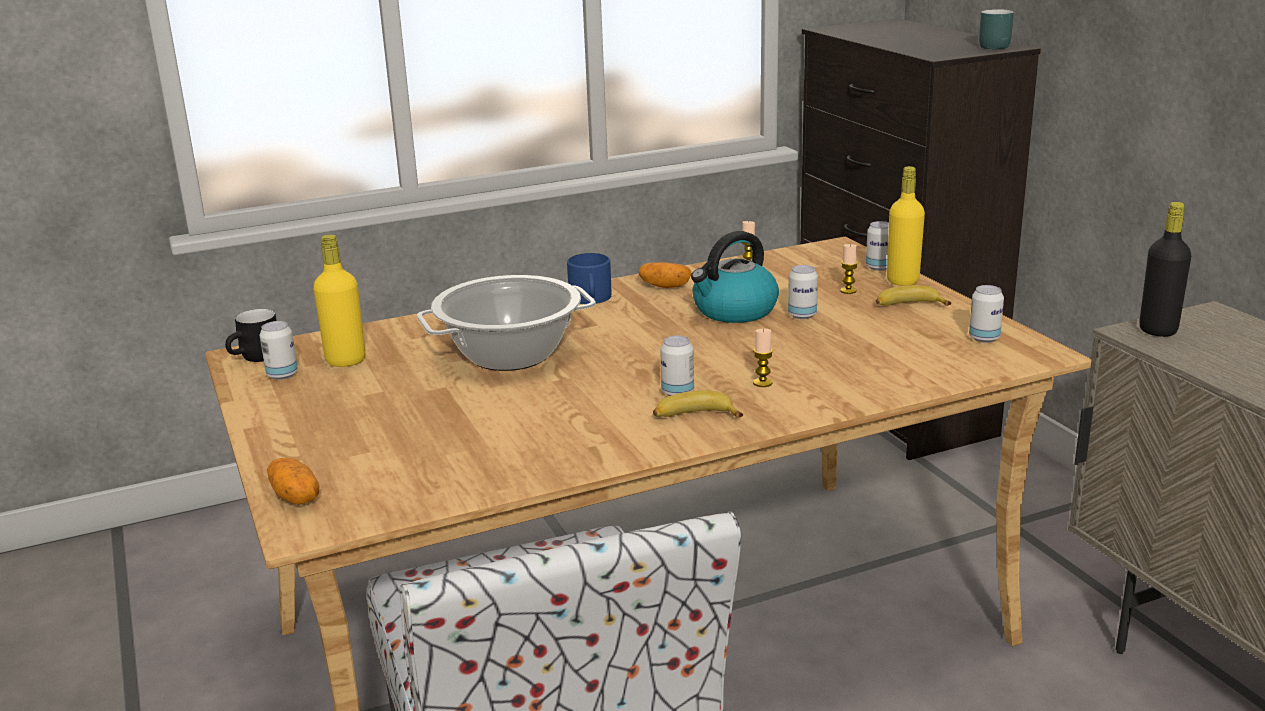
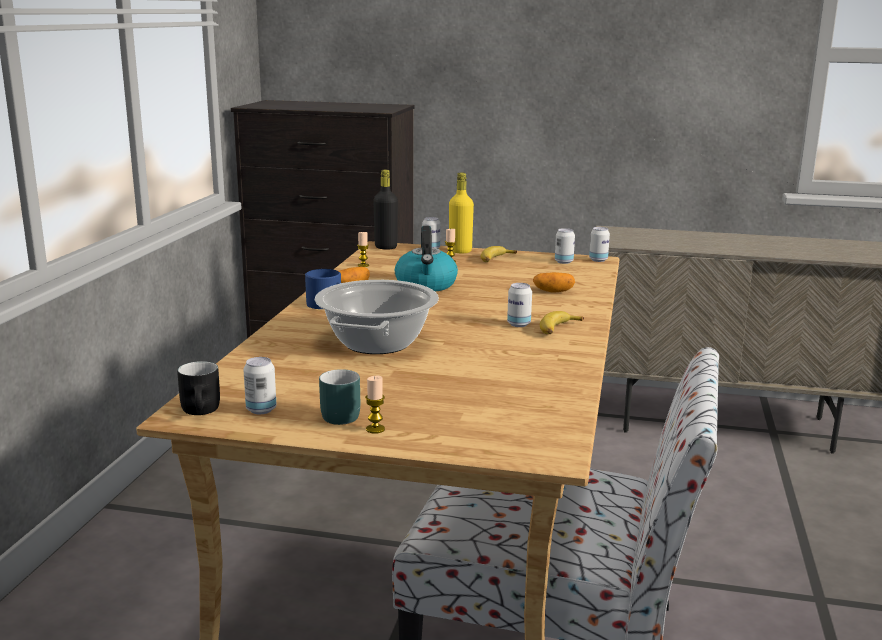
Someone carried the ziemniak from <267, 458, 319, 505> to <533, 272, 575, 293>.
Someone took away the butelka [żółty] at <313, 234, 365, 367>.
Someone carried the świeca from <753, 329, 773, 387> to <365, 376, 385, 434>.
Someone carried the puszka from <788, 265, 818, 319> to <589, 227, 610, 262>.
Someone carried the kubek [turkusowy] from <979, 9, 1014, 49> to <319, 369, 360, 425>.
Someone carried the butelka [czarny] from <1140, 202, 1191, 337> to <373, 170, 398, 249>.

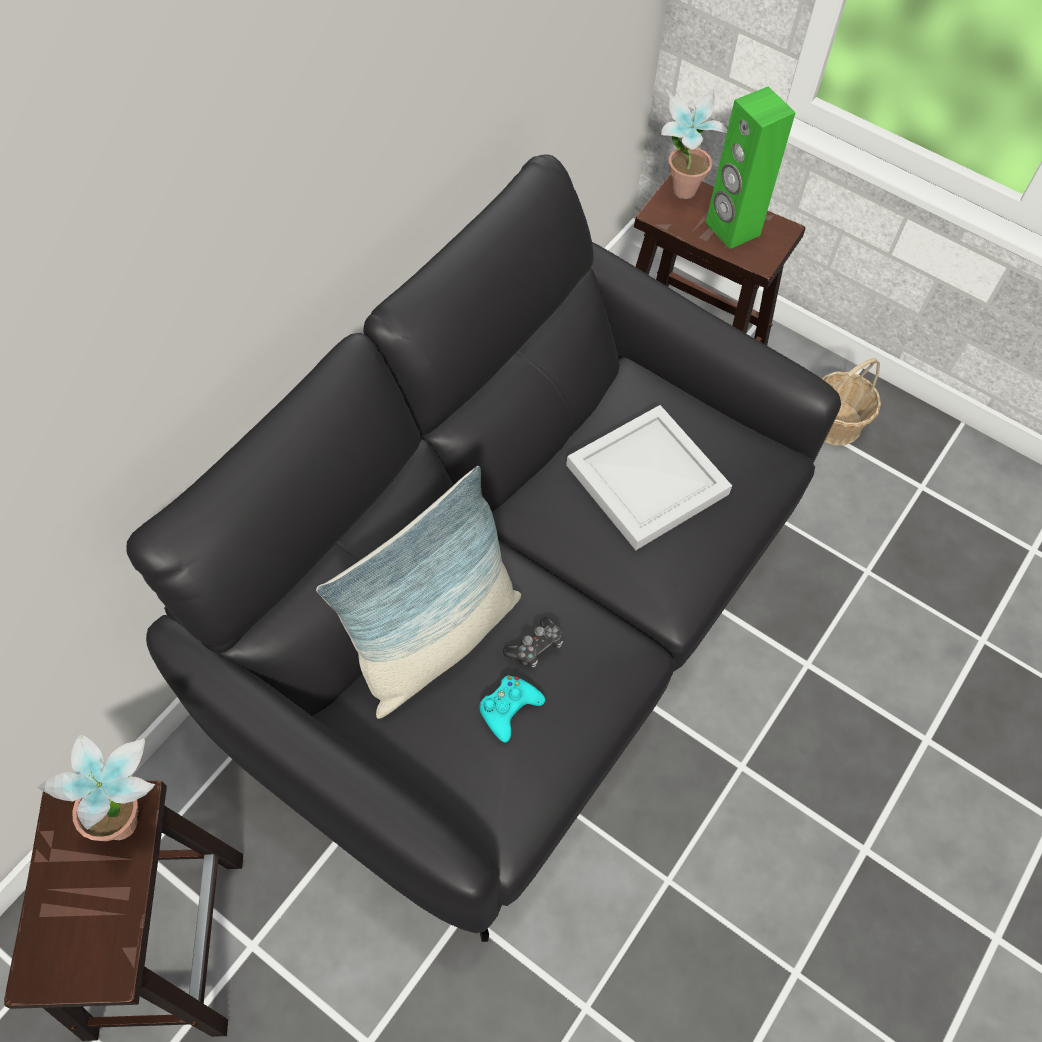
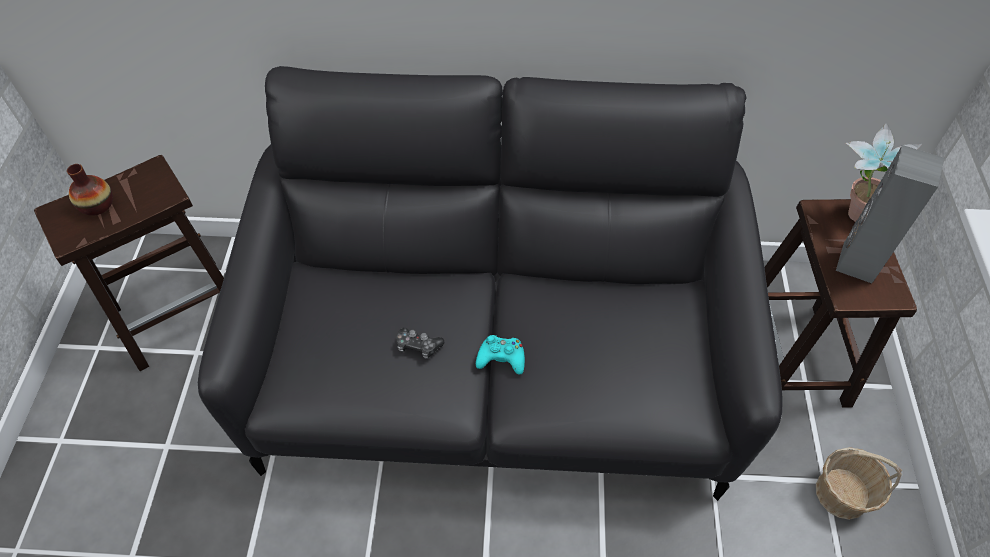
Someone took away the roślina doniczkowa at <37, 735, 155, 841>.
Someone took away the poduszka at <316, 466, 521, 719>.
Someone carried the pad do gier [turkusowy] from <479, 675, 545, 743> to <476, 335, 525, 375>.
Someone took away the taca [biały] at <566, 405, 732, 550>.
Someone repainted the głośnik [zielony] at <706, 86, 796, 249>, which became the głośnik [szary] at <836, 145, 944, 283>.
Someone put down the wazon at <67, 164, 113, 216>.

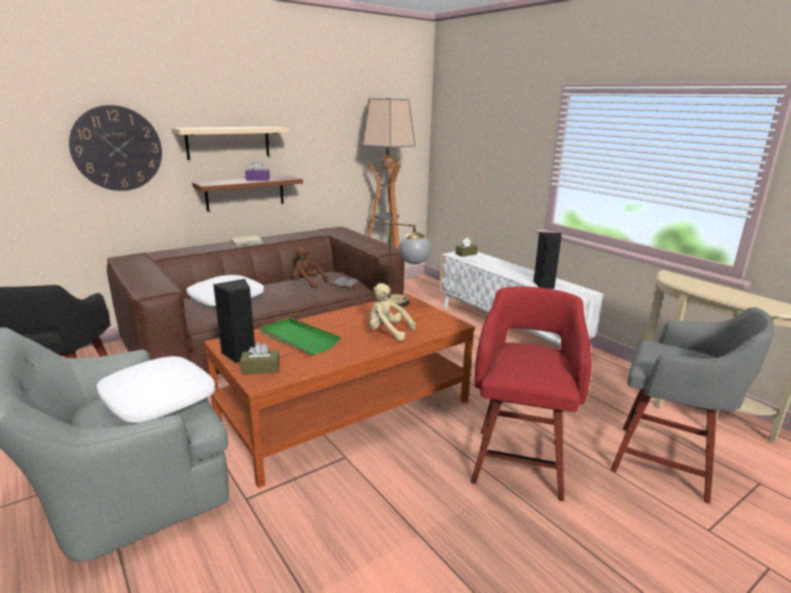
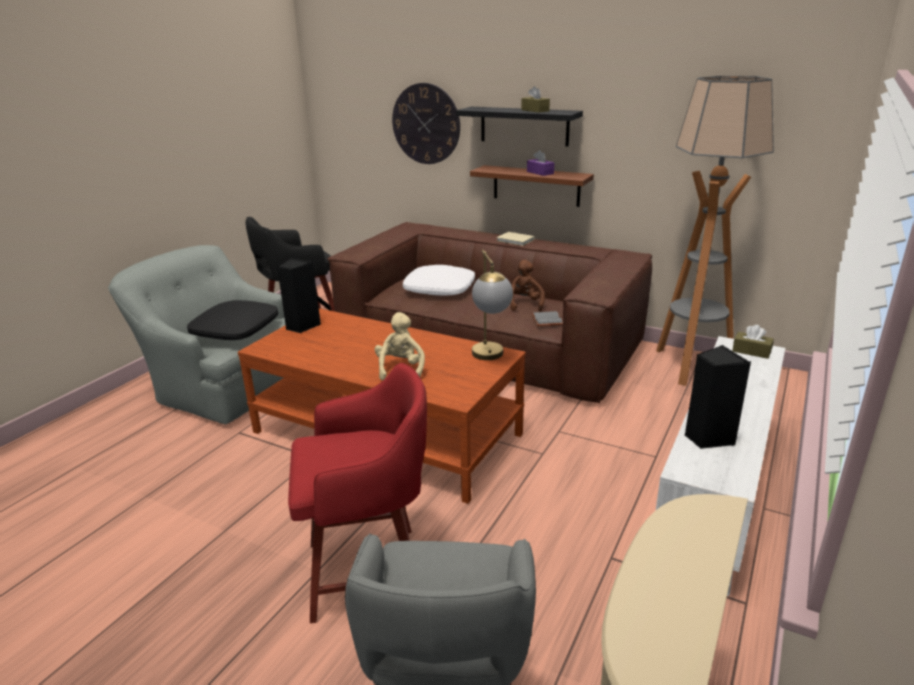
Someone repainted the poduszka [biały] at <97, 356, 215, 423>, which became the poduszka [czarny] at <187, 300, 278, 340>.
Someone repainted the półka [beżowy] at <171, 126, 289, 160>, which became the półka [czarny] at <456, 107, 583, 147>.
Someone carried the pudełko chusteczek [brązowy] from <240, 342, 279, 375> to <521, 86, 550, 113>.
Someone took away the taca [zielony] at <260, 317, 341, 355>.

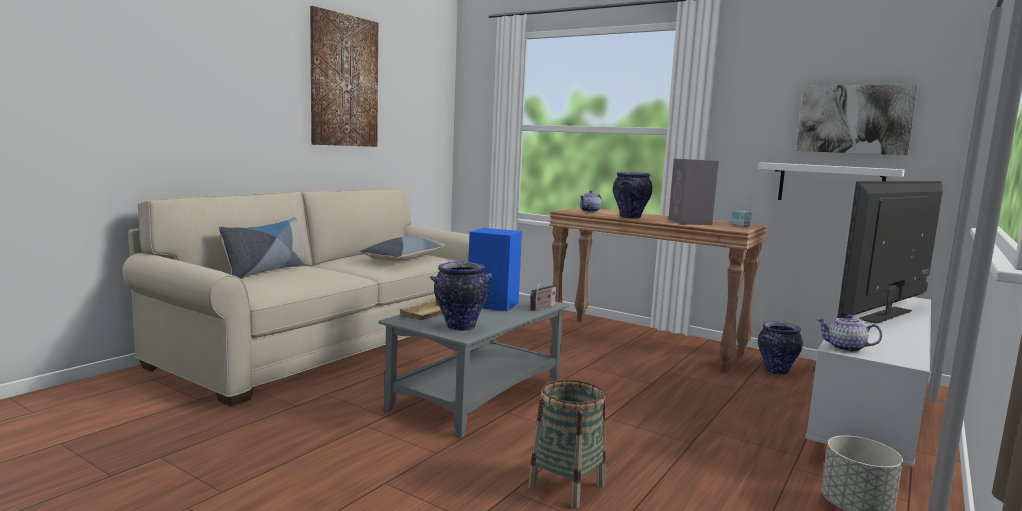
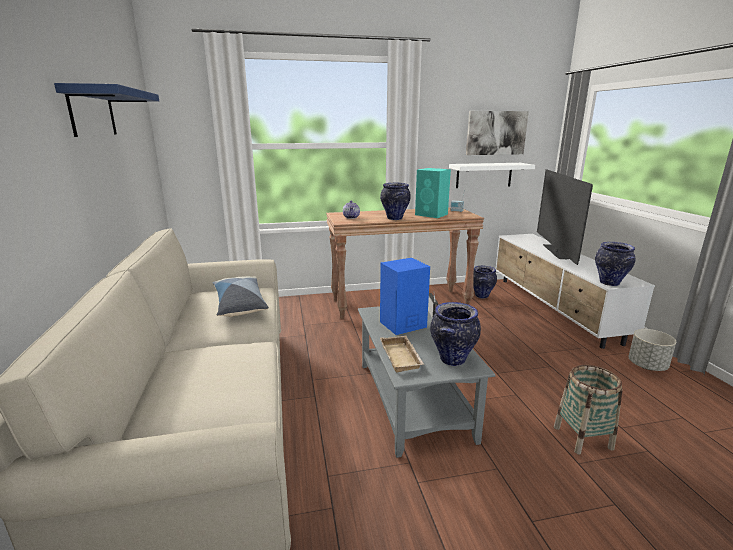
Someone took away the poduszka at <219, 217, 310, 279>.
Someone swapped the obraz at <310, 6, 378, 147> for the półka [niebieski] at <54, 83, 159, 137>.
Someone repainted the głośnik [szary] at <668, 159, 719, 225>, which became the głośnik [turkusowy] at <415, 168, 451, 218>.
Someone swapped the imbryk at <817, 314, 882, 352> for the wazon at <595, 242, 635, 286>.

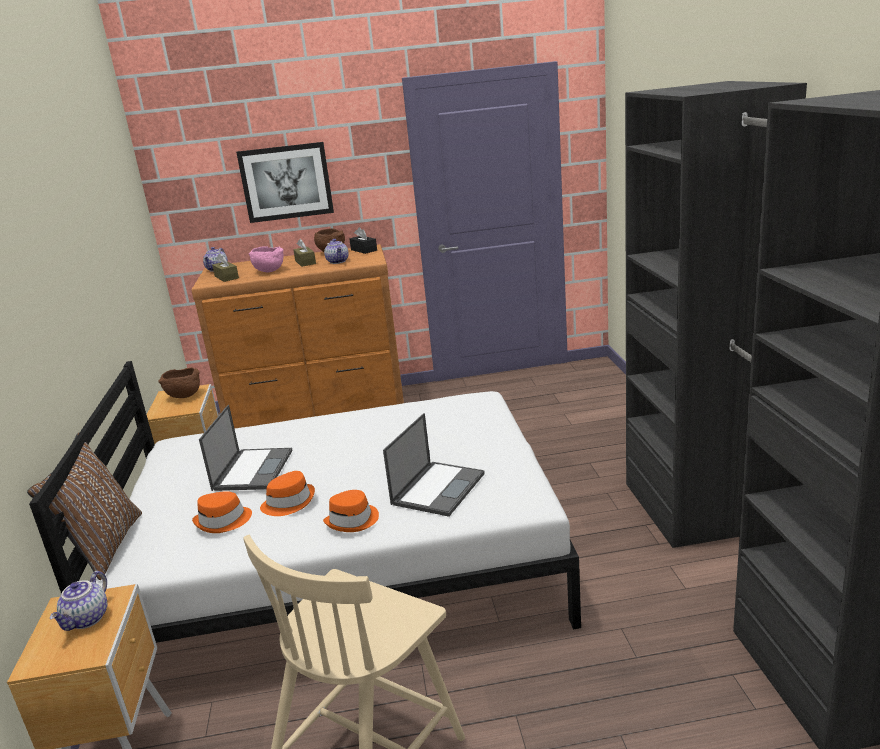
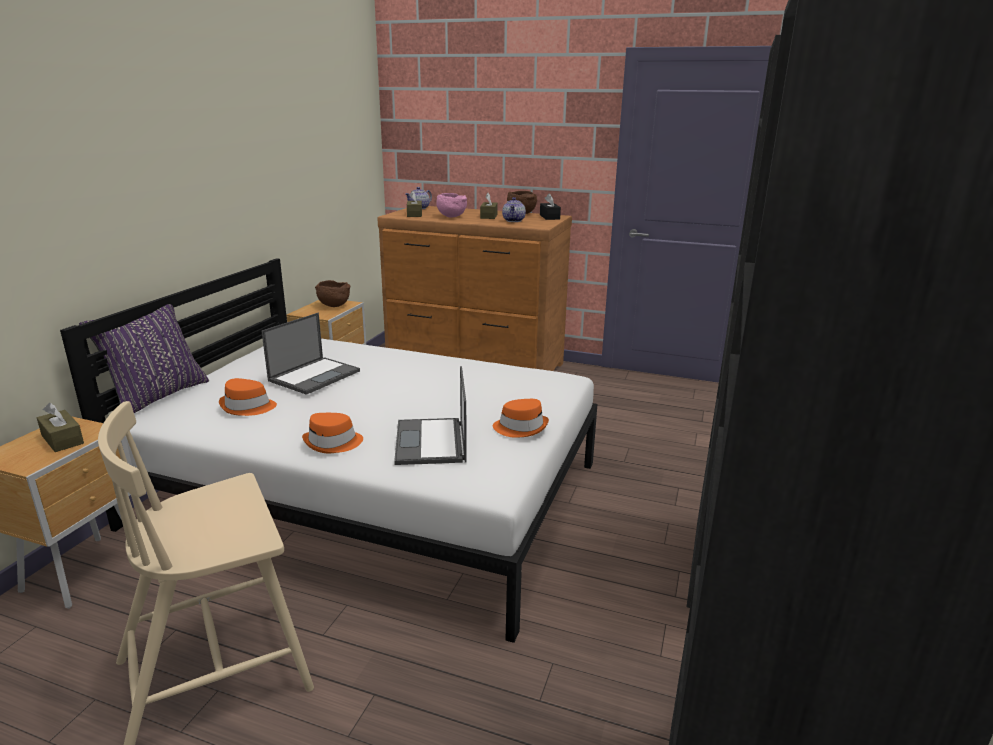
Someone repainted the poduszka [brązowy] at <27, 432, 142, 580>, which became the poduszka [fioletowy] at <79, 304, 209, 413>.
Someone swapped the imbryk at <50, 571, 107, 631> for the pudełko chusteczek [brązowy] at <37, 403, 84, 452>.
Someone took away the obraz at <236, 142, 334, 223>.
Someone carried the kapelusz [pomarańczowy] from <260, 471, 315, 516> to <493, 399, 549, 438>.
Someone rotated the laptop at <383, 413, 485, 517> by 120 degrees clockwise.

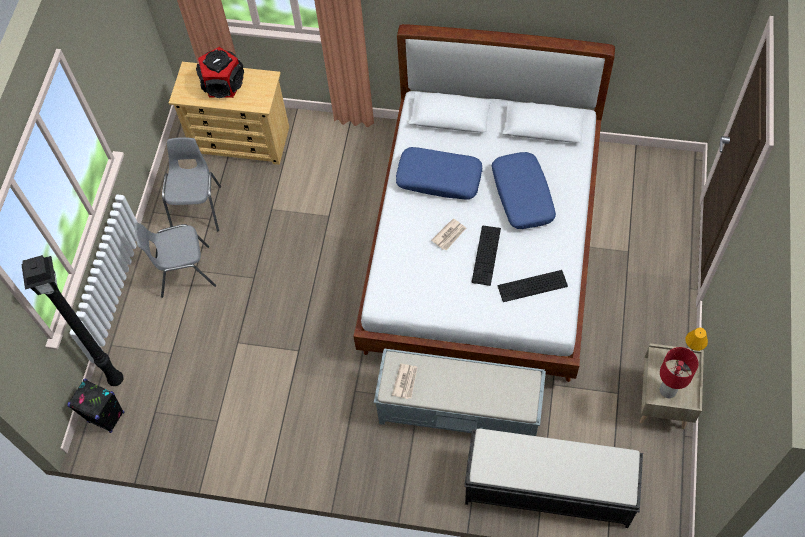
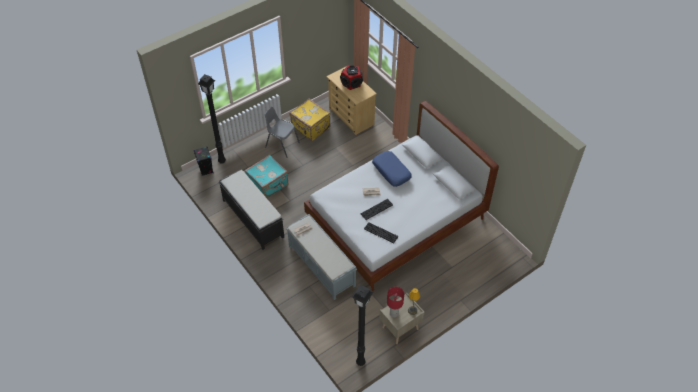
Someone swapped the krzesło [szary] at <162, 137, 221, 231> for the walizka [żółty] at <290, 99, 331, 141>.
Someone carried the ławka [czarny] from <464, 429, 643, 528> to <218, 170, 284, 250>.
Someone took away the poduszka [niebieski] at <492, 152, 556, 229>.
Someone put down the walizka [turkusowy] at <245, 155, 288, 198>.
Someone put down the lampa stojąca [czarny] at <352, 285, 373, 366>.

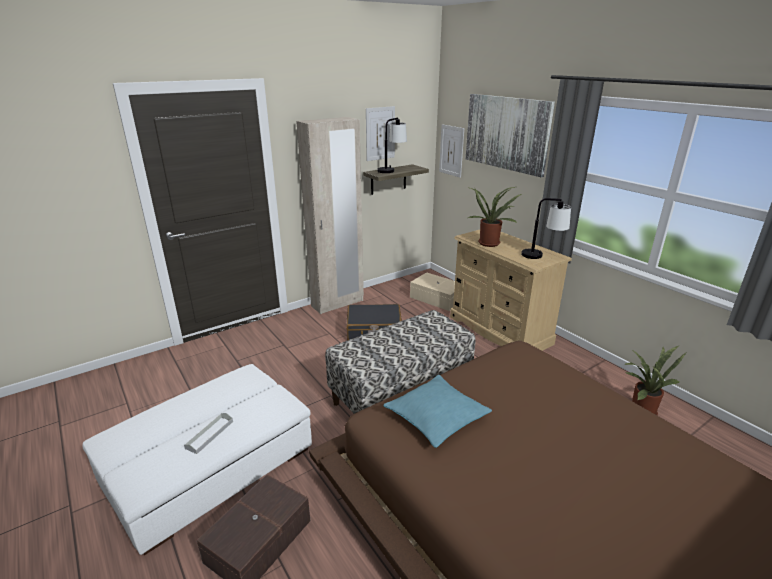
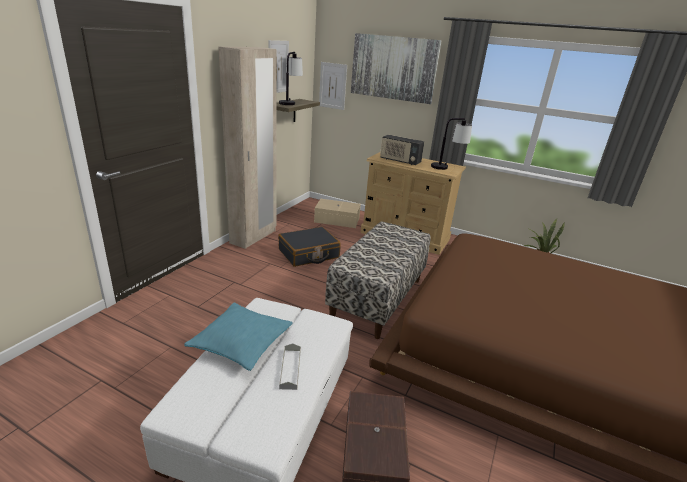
Someone carried the poduszka [turkusowy] from <383, 375, 492, 448> to <184, 303, 293, 371>.
Someone swapped the roślina doniczkowa at <468, 187, 522, 247> for the radio at <380, 135, 424, 165>.

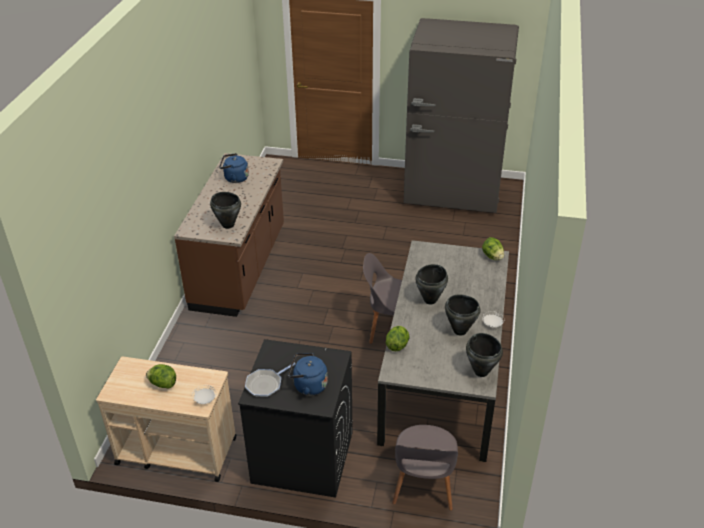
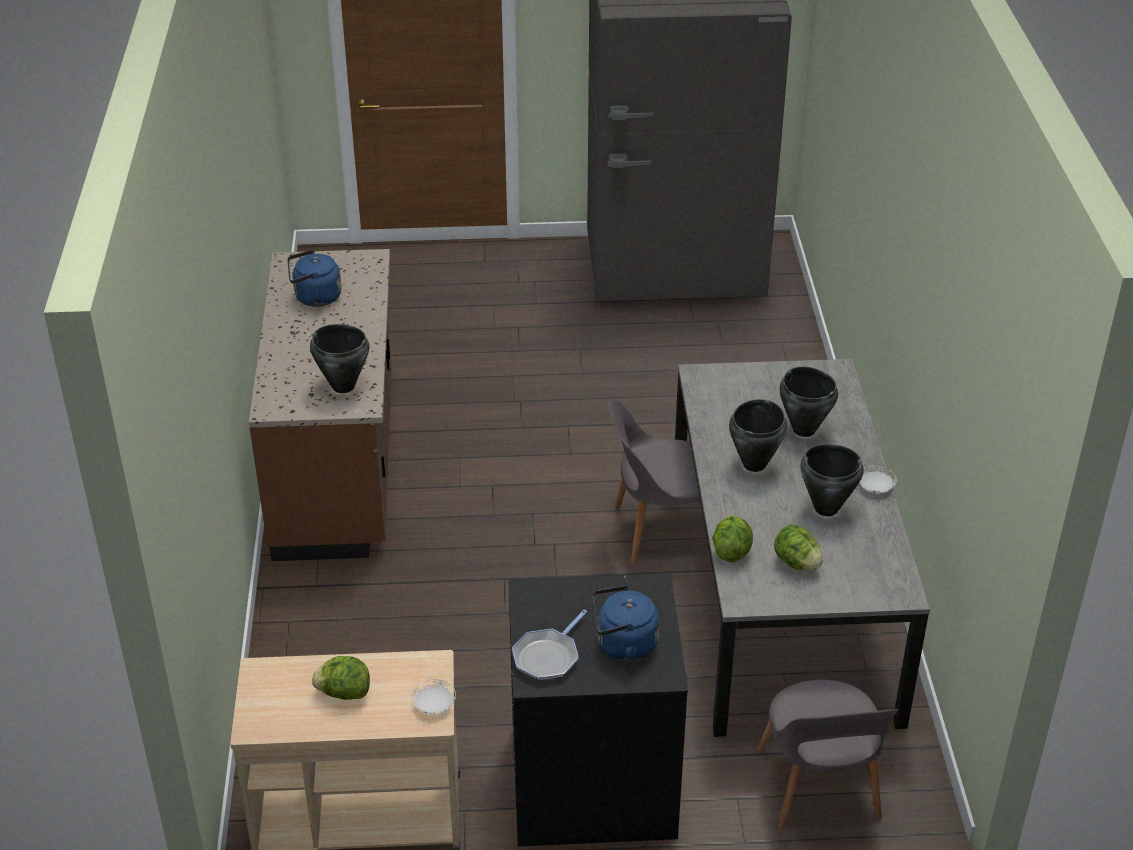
Someone carried the garnek [czarny] from <466, 333, 503, 377> to <780, 366, 838, 437>.
Someone carried the sałata from <482, 237, 504, 260> to <774, 524, 823, 571>.

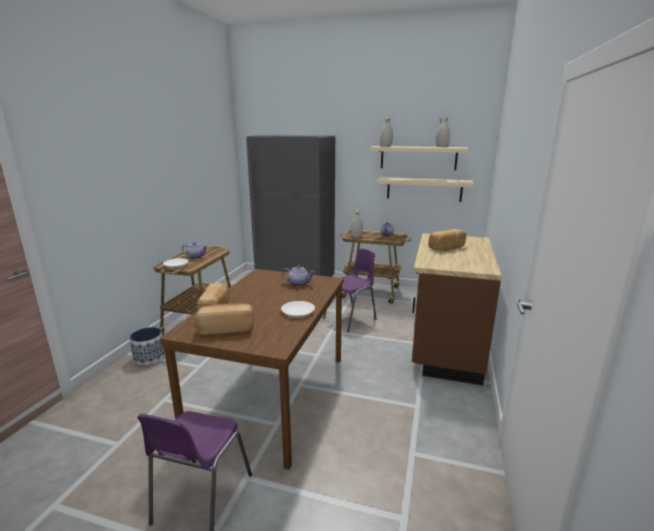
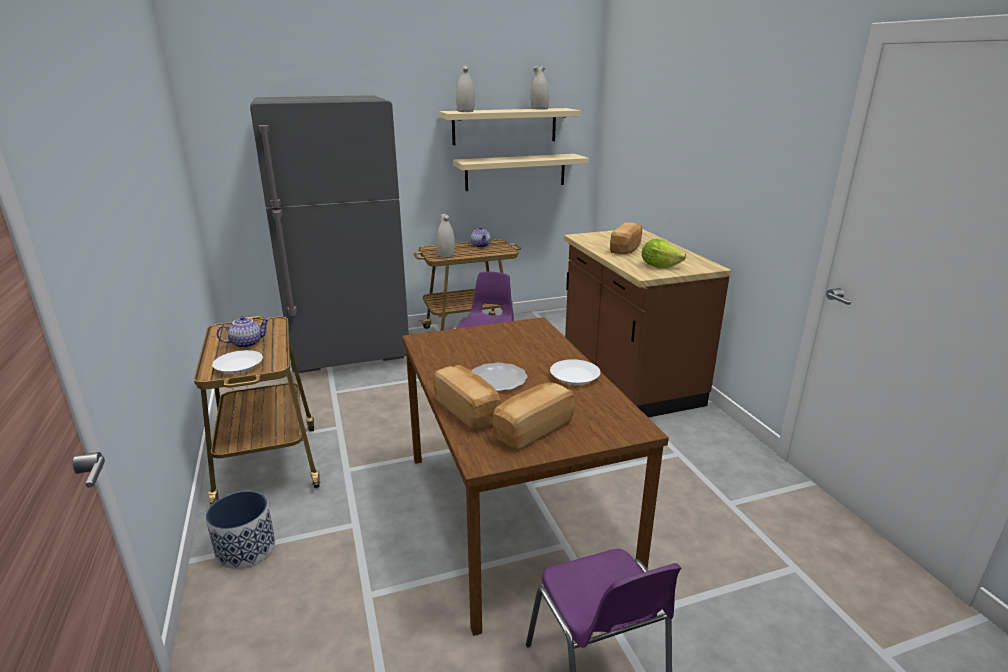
Someone took away the imbryk at <282, 265, 315, 287>.
Someone put down the talerz at <472, 363, 528, 391>.
Someone put down the sałata at <642, 239, 686, 268>.

